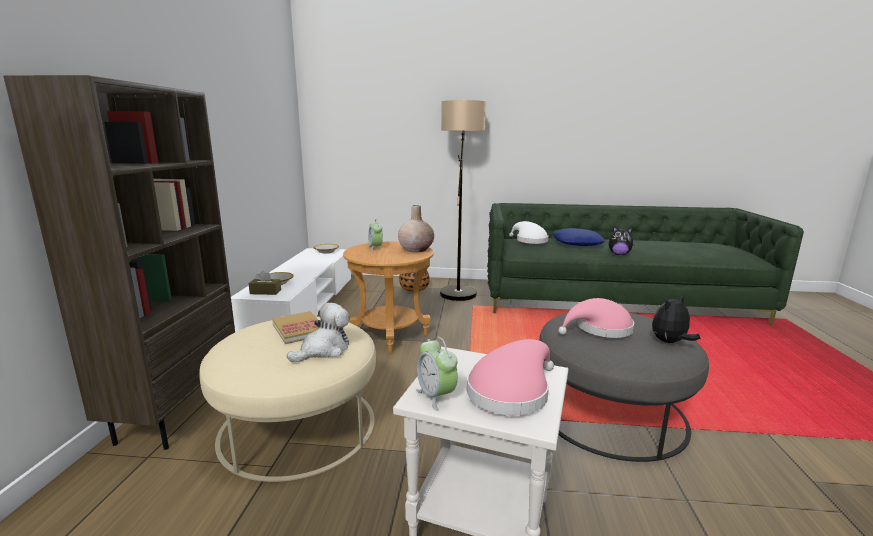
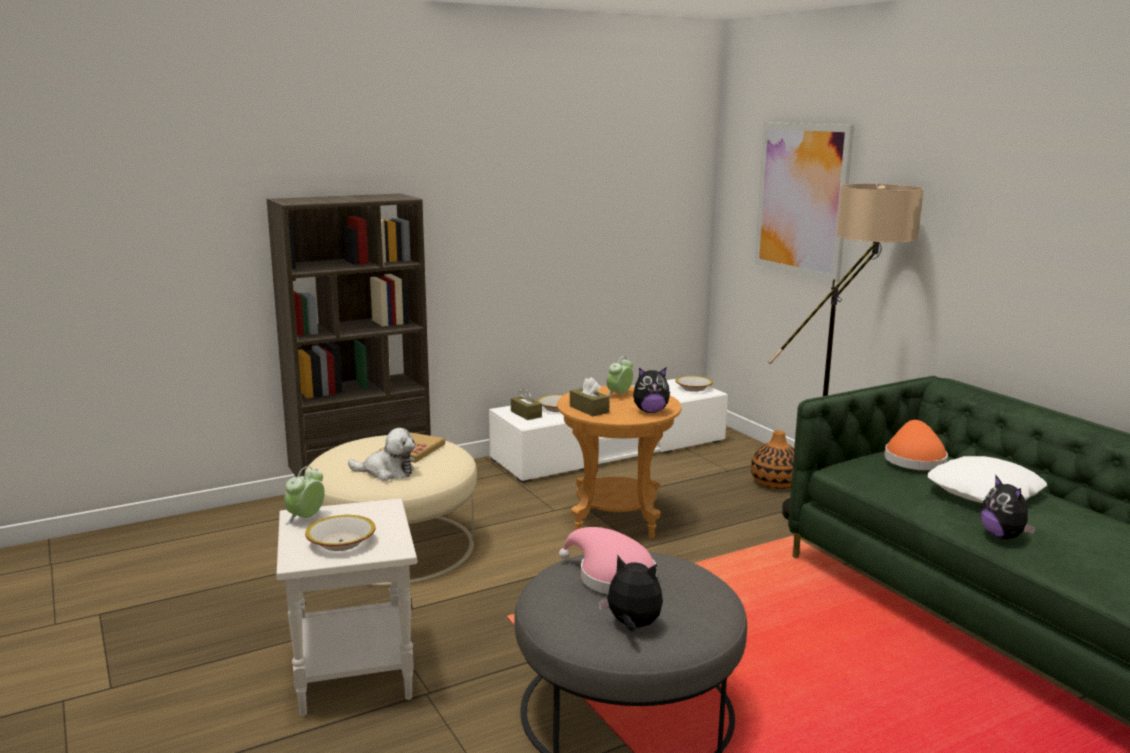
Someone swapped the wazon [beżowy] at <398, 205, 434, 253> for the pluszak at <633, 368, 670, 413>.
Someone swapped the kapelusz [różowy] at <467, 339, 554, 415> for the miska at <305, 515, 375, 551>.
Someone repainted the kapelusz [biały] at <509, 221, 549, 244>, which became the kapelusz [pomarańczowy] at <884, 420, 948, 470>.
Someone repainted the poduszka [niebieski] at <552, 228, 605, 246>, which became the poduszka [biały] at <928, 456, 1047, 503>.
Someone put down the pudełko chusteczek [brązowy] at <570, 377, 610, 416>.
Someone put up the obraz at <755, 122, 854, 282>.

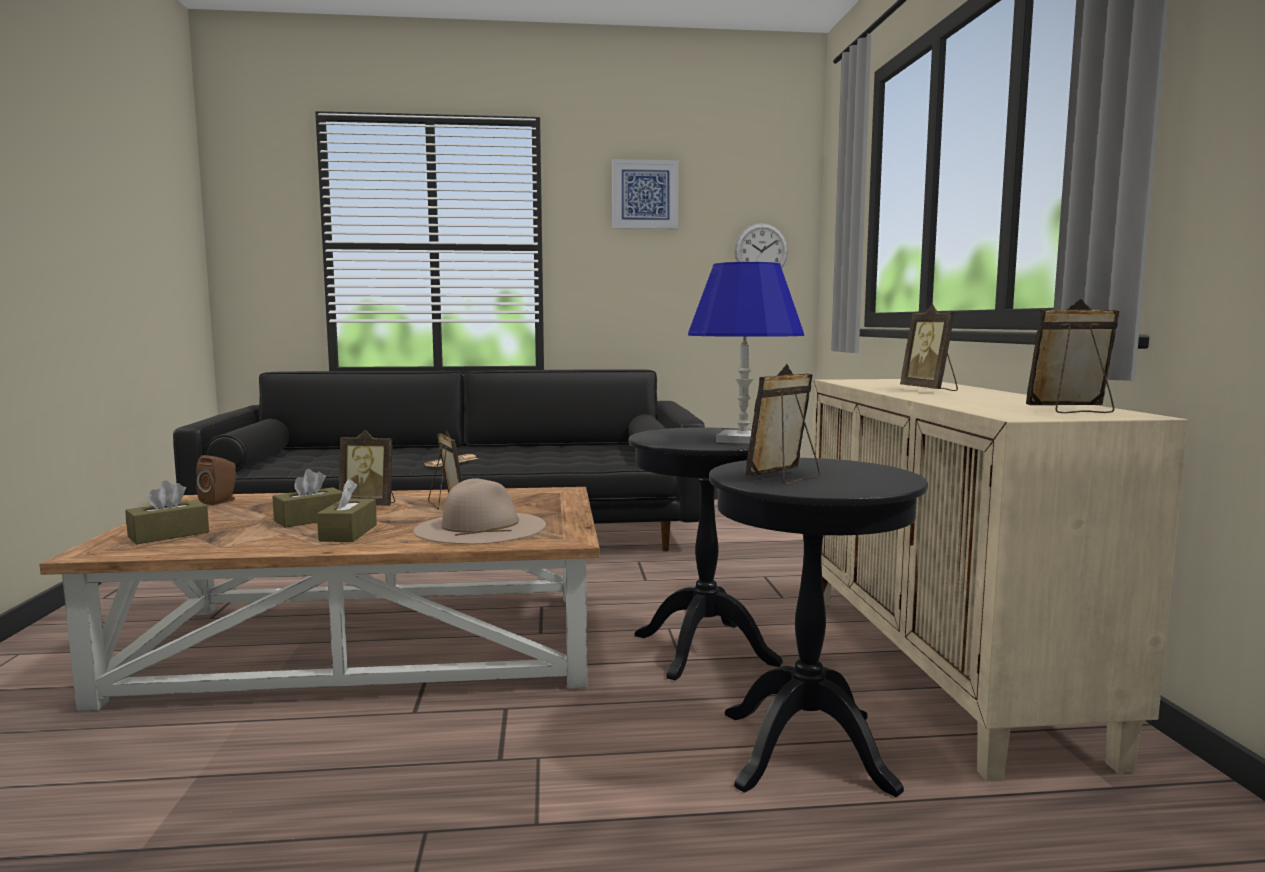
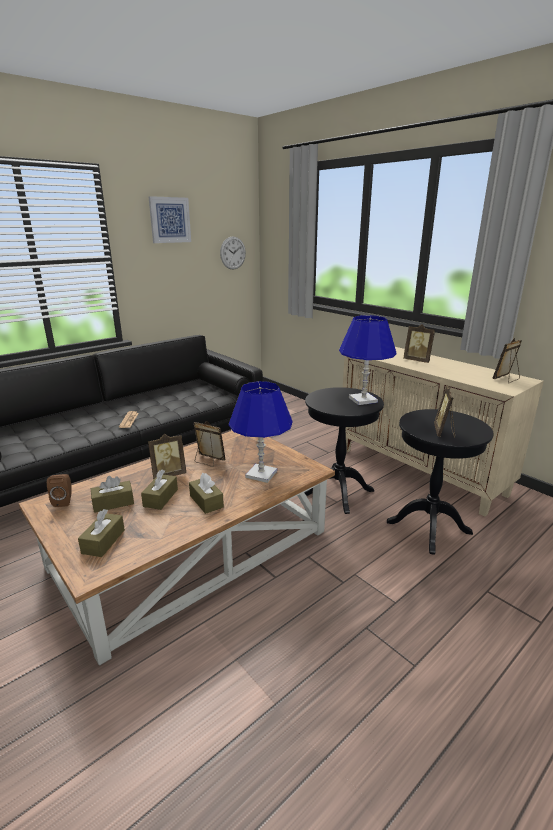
Someone swapped the kapelusz [beżowy] at <413, 478, 546, 544> for the lampa stołowa [niebieski] at <229, 381, 292, 483>.
Someone put down the pudełko chusteczek [brązowy] at <91, 476, 134, 513>.

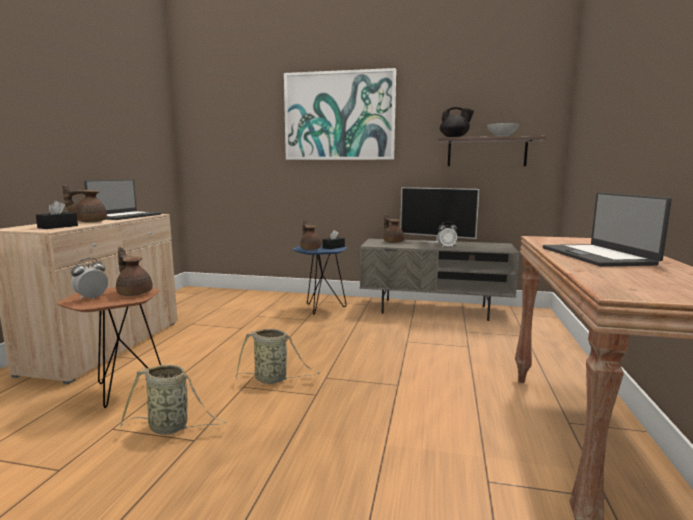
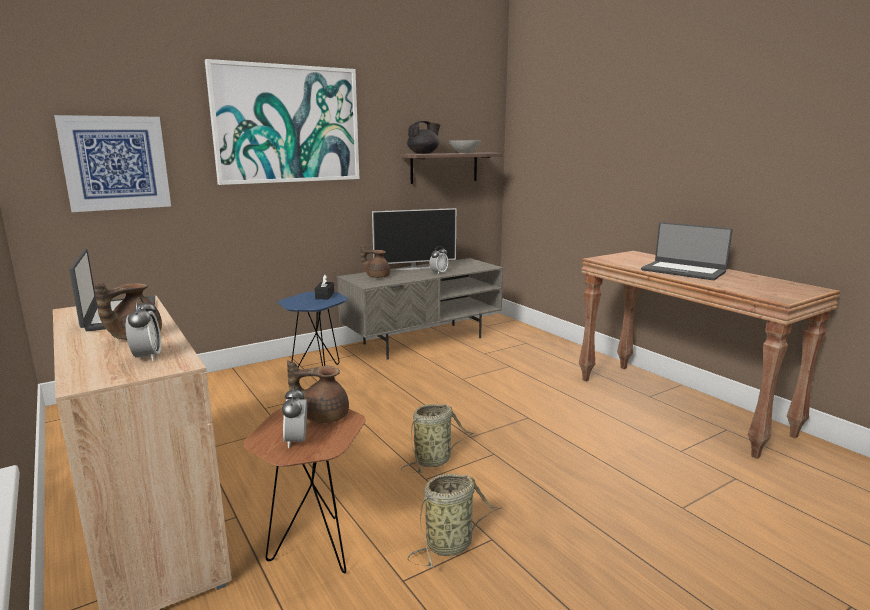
Someone swapped the pudełko chusteczek [czarny] at <36, 201, 78, 229> for the budzik at <126, 297, 161, 361>.
Someone took away the imbryk [brązowy] at <300, 220, 321, 250>.
Someone put up the obraz at <54, 115, 171, 212>.

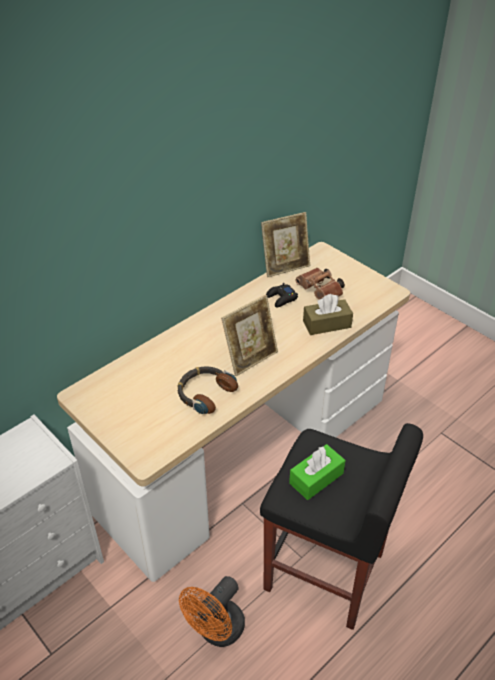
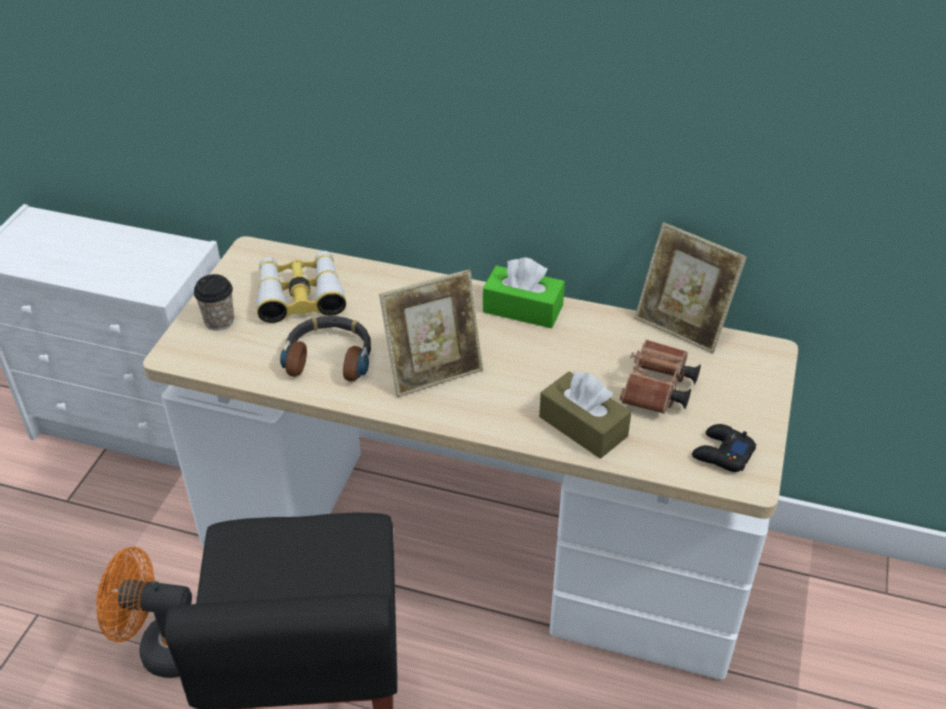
Someone rotated the ramka na zdjęcie at <221, 295, 278, 376> by 45 degrees counterclockwise.
Someone carried the pad do gier [czarny] from <266, 283, 298, 308> to <692, 424, 757, 472>.
Someone carried the pudełko chusteczek [zielony] from <289, 444, 345, 500> to <483, 257, 565, 328>.
Someone put down the filiżanka at <194, 274, 234, 331>.
Someone put down the lornetka at <257, 251, 346, 323>.

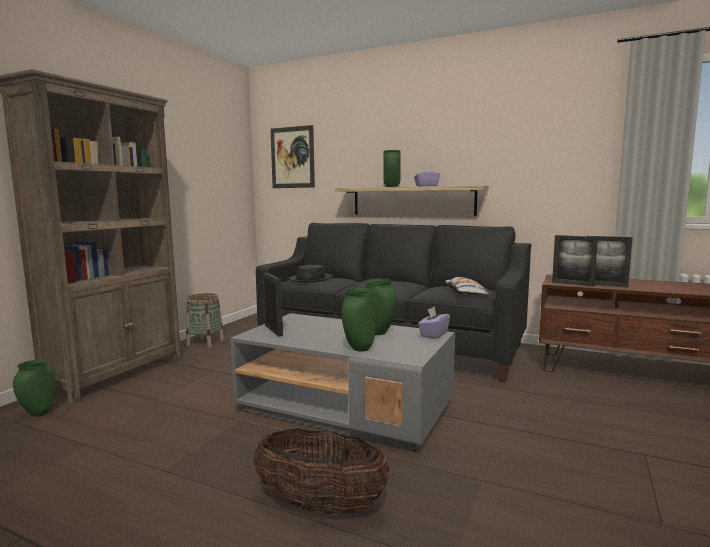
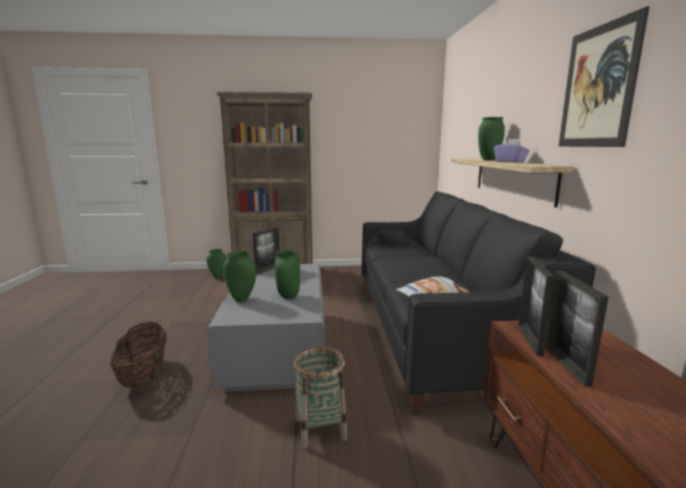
Someone carried the koszyk from <186, 293, 224, 348> to <294, 346, 347, 449>.
Someone carried the obraz from <270, 125, 315, 188> to <559, 6, 650, 147>.
Someone took away the pudełko chusteczek [fioletowy] at <418, 307, 450, 339>.

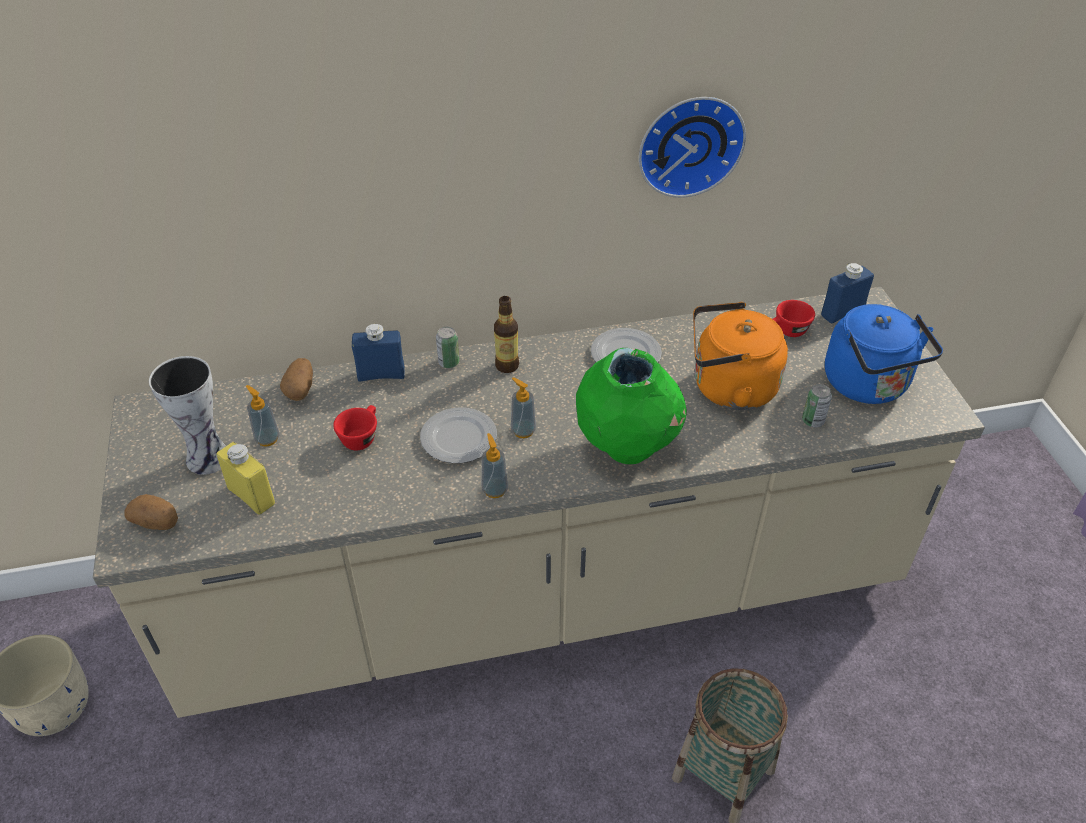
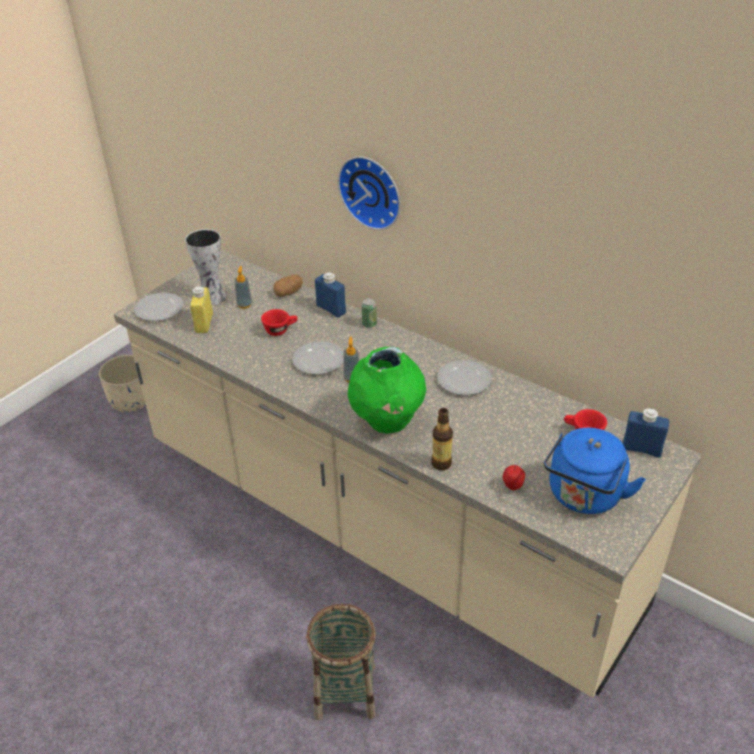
Someone swapped the ziemniak at <124, 494, 178, 530> for the talerz at <134, 293, 183, 321>.
Someone took away the dozownik mydła at <482, 433, 508, 498>.
Someone carried the butelka from <494, 296, 519, 373> to <431, 408, 453, 470>.
Someone carried the zegar ścienny from <639, 97, 746, 198> to <338, 156, 400, 230>.
Someone took away the czajnik [pomarańczowy] at <693, 302, 788, 410>.
Someone swapped the puszka at <802, 384, 832, 427> for the jabłko at <503, 465, 525, 490>.

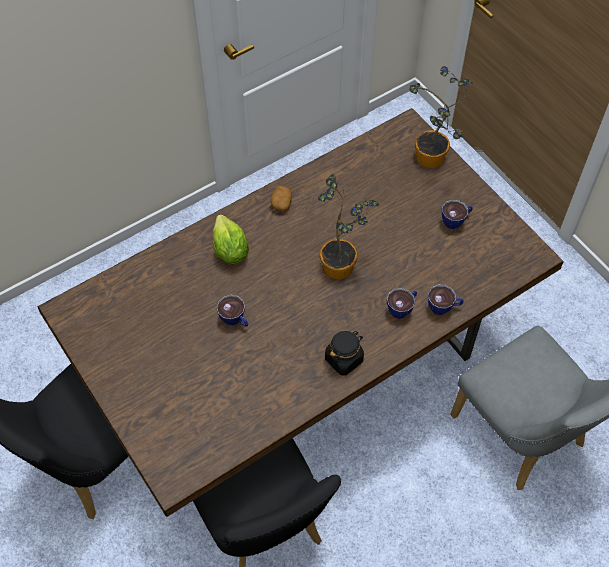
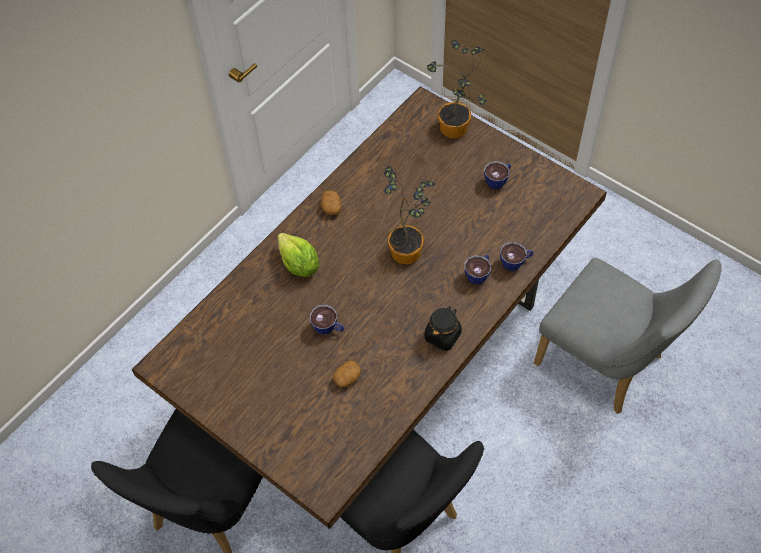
Someone put down the ziemniak at <333, 360, 361, 387>.

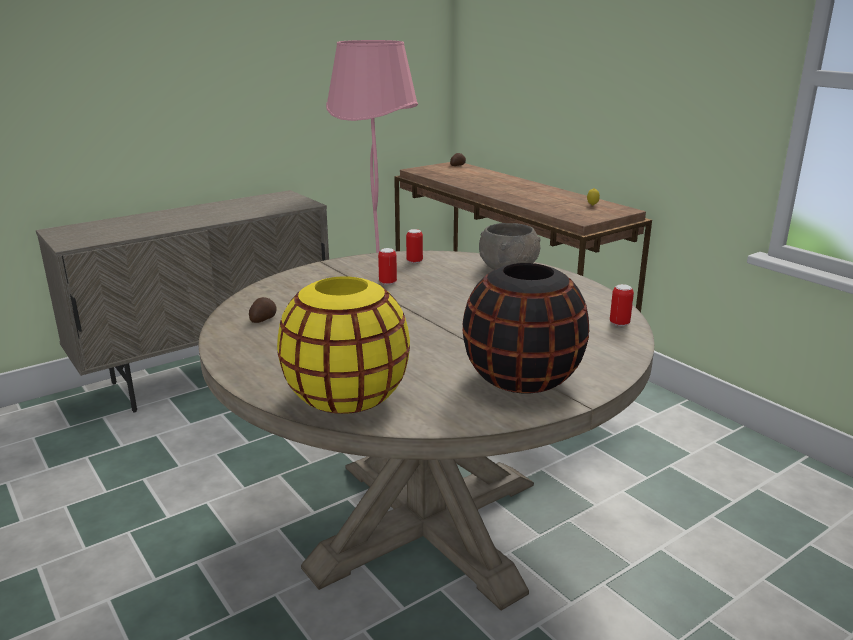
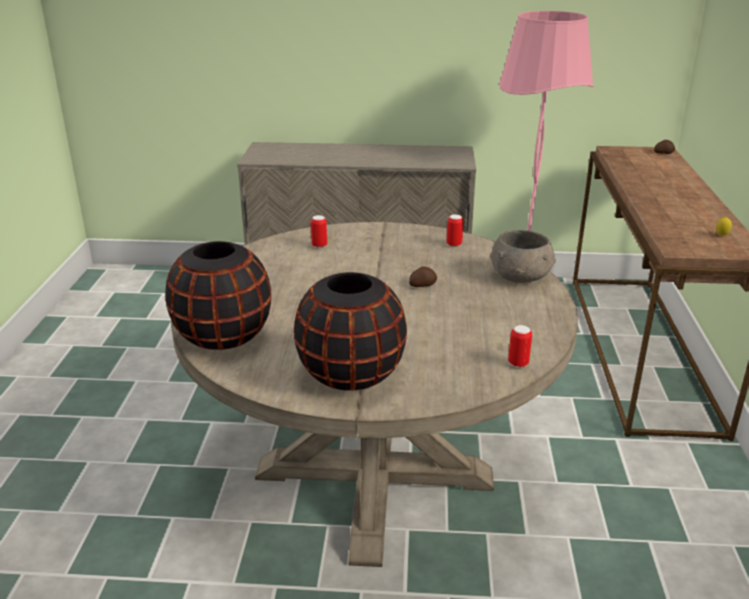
Someone carried the ziemniak from <249, 297, 277, 323> to <409, 266, 437, 287>.
Someone repainted the wazon [żółty] at <277, 276, 410, 414>, which became the wazon [czarny] at <165, 241, 272, 350>.
Someone carried the puszka from <378, 248, 397, 285> to <311, 215, 327, 248>.

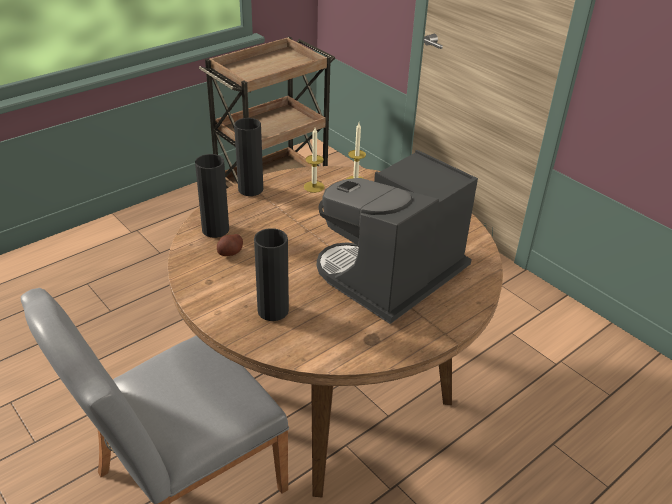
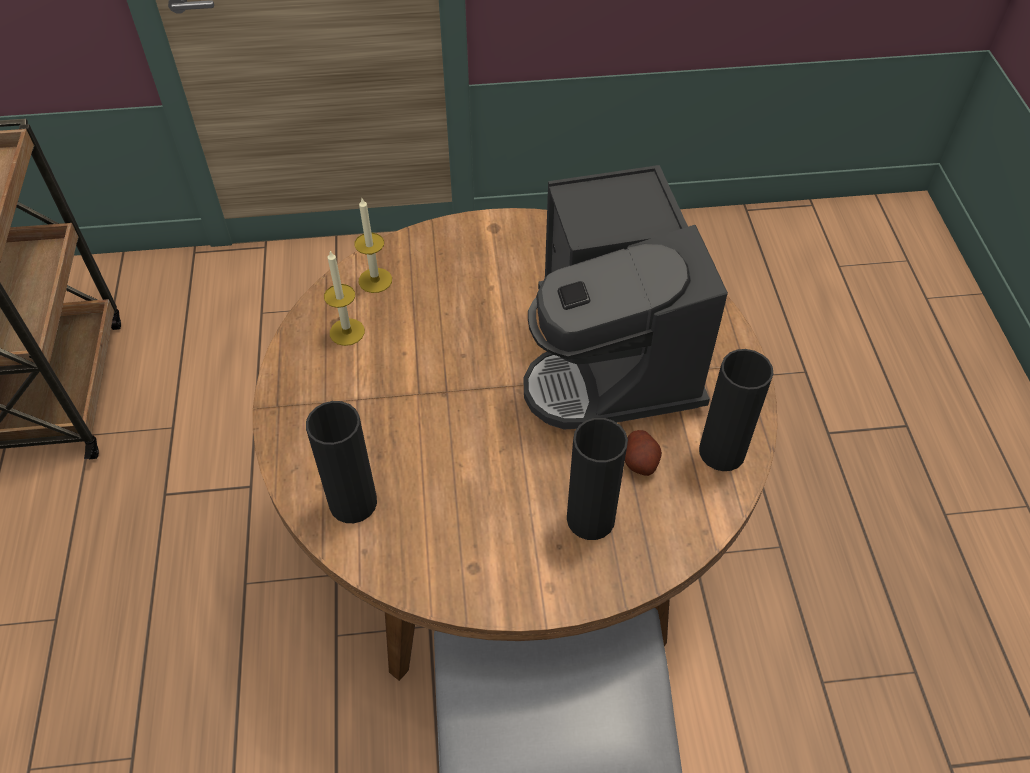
Someone carried the ziemniak from <217, 234, 243, 256> to <625, 430, 662, 476>.
Someone carried the wazon [czarny] from <234, 118, 263, 196> to <699, 349, 773, 471>.

